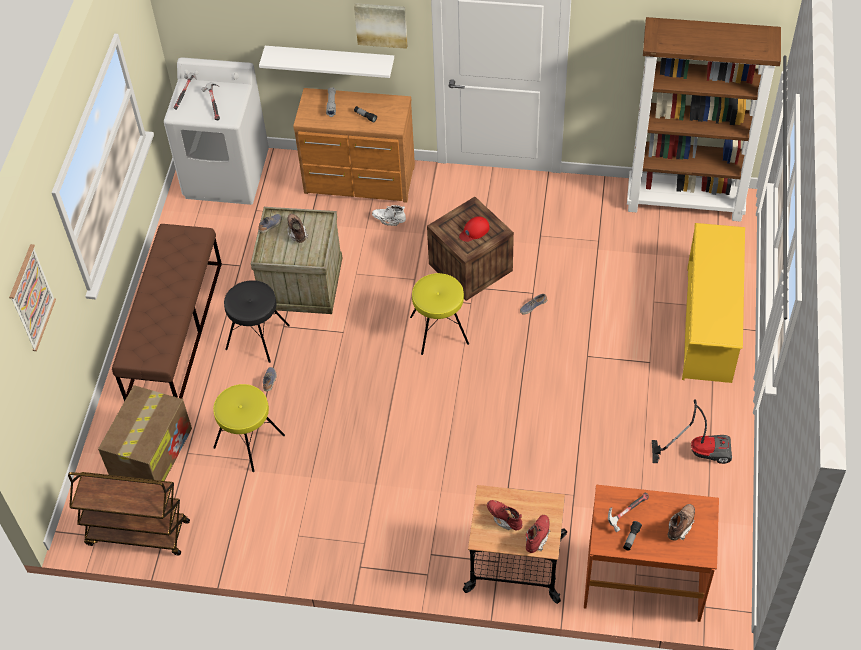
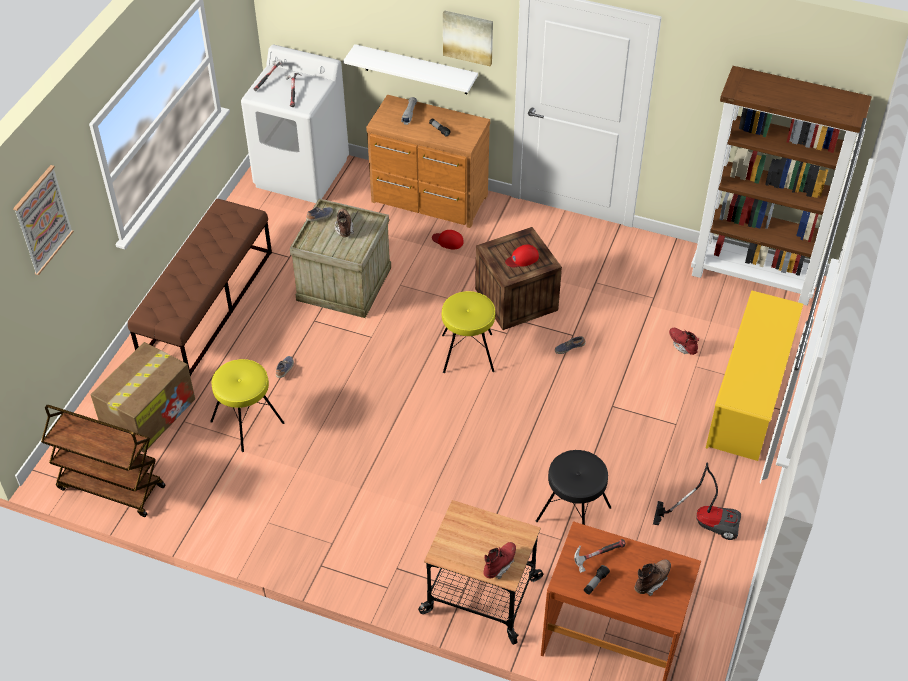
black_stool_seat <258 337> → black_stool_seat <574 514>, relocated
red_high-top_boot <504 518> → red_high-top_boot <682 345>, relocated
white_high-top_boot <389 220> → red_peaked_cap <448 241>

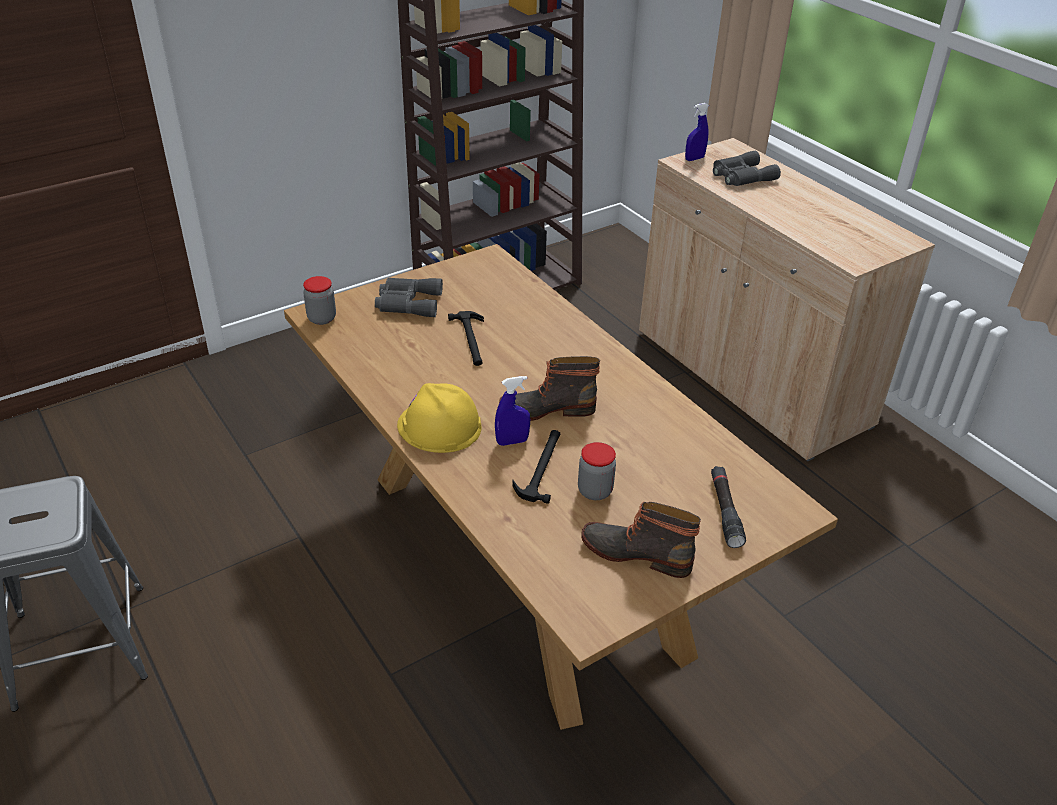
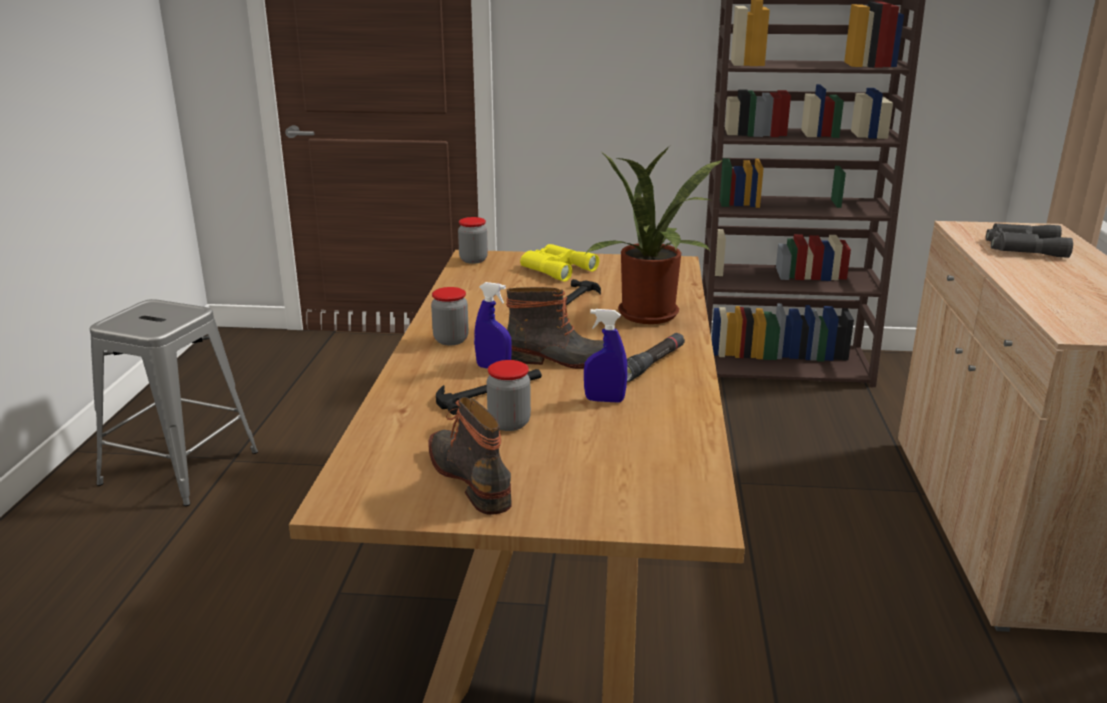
- → houseplant <652 317>
blue-coloured_spray_bottle <694 159> → blue-coloured_spray_bottle <604 400>, relocated
black_hand_torch <725 511> → black_hand_torch <652 364>, relocated
yellowish_work_helmet <439 426> → storage_jar <451 340>
grey_binoculars <407 302> → yellowish_binoculars <555 268>
high-top_boot <547 408> → high-top_boot <562 359>, 150 degrees clockwise

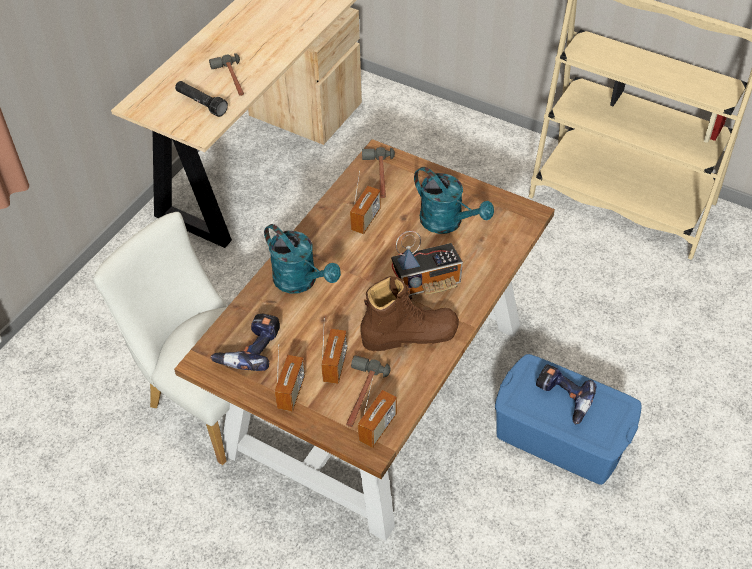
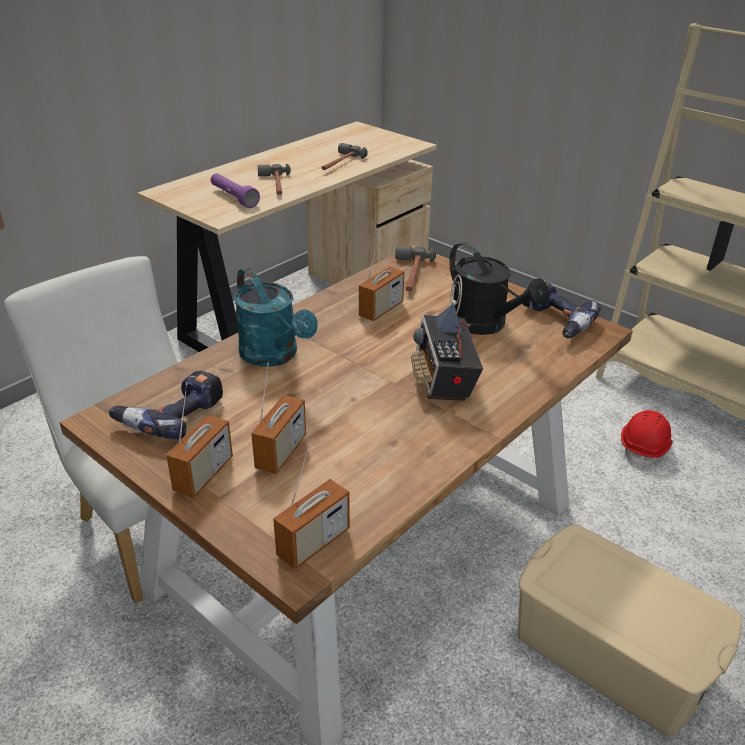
brownish_high-top_boot <409 334> → -
- → red_work_helmet <644 447>
tool_hammer <360 396> → tool_hammer <339 163>, relocated
drill <562 399> → drill <553 321>, relocated
black_hand_torch <201 104> → purple-coloured_hand_torch <234 198>
turquoise-coloured_watering_can <447 223> → black_watering_can <486 325>
blue-coloured_storage_container <561 435> → sand-coloured_storage_container <611 652>
radio_set <428 283> → radio_set <444 380>, 90 degrees clockwise

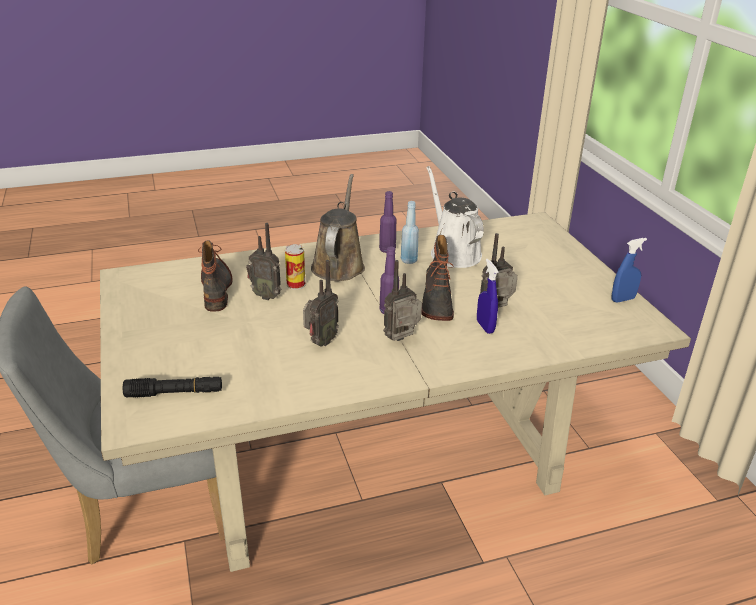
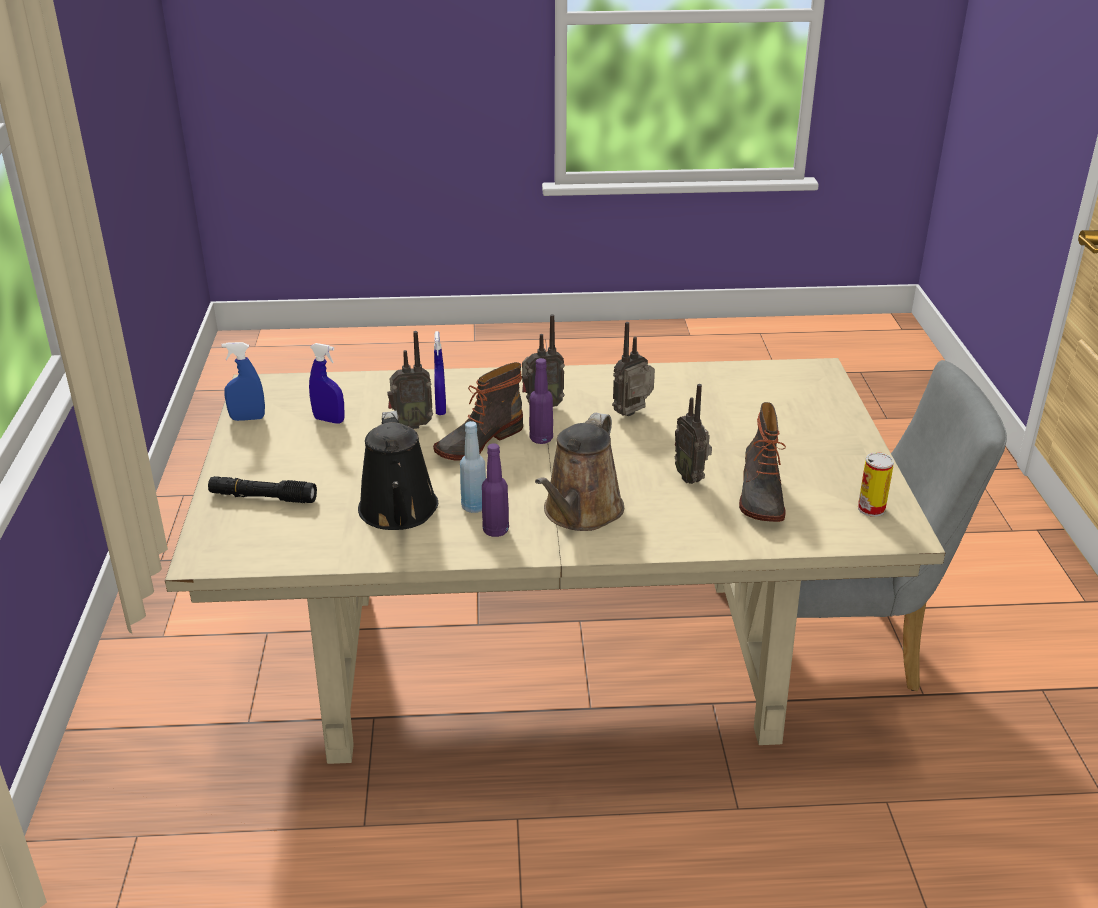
- → blue-coloured_spray_bottle <329 420>
black_hand_torch <174 393> → black_hand_torch <263 497>, relocated
can <296 284> → can <871 508>, relocated
white_watering_can <453 252> → black_watering_can <399 512>
radio_set <266 295> → radio_set <691 477>, 150 degrees counterclockwise
high-top_boot <436 303> → high-top_boot <478 441>, 150 degrees counterclockwise

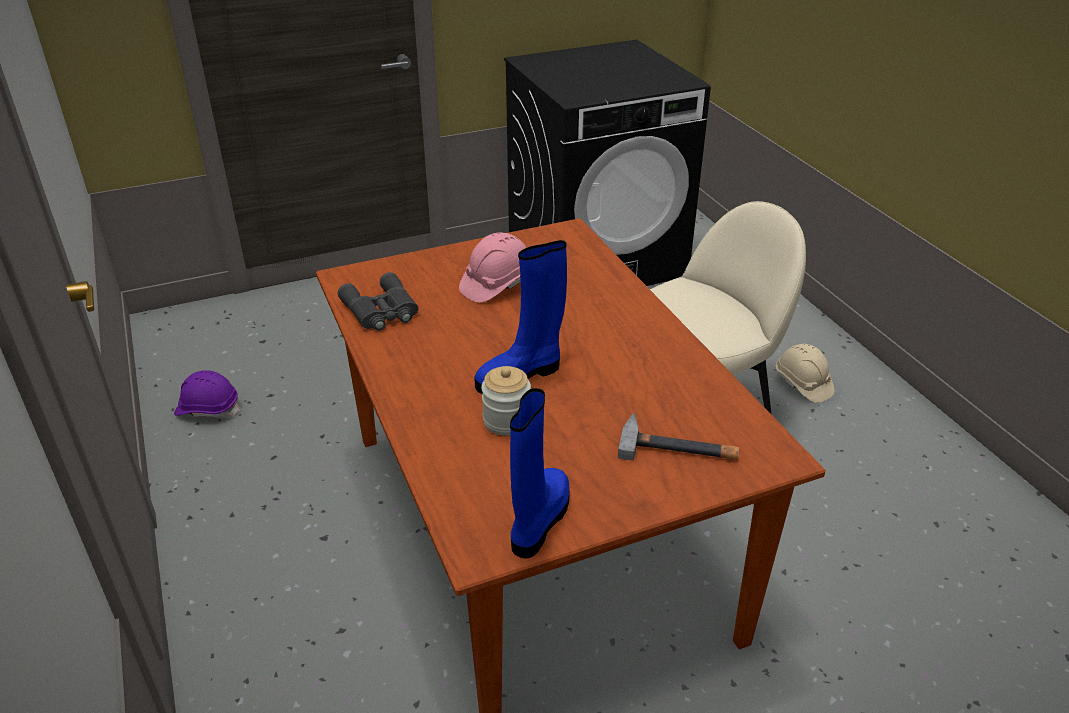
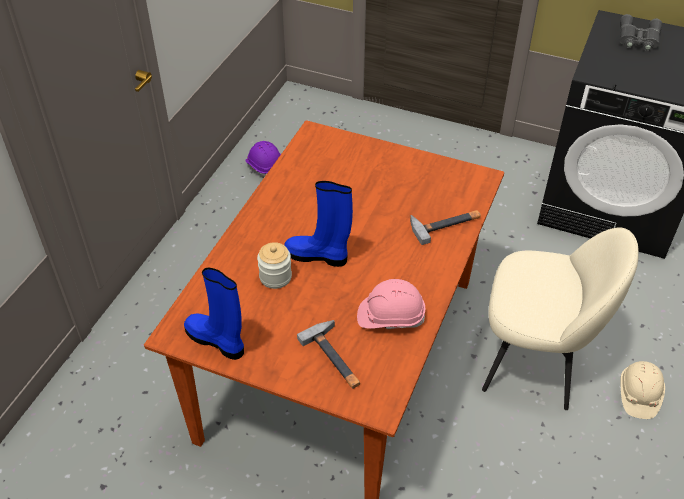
- → tool_hammer <445 224>
grey_binoculars <381 311> → grey_binoculars <638 39>, relocated
pink_work_helmet <497 284> → pink_work_helmet <390 316>, relocated
blue-coloured_high-top_boot <538 521> → blue-coloured_high-top_boot <217 341>, 120 degrees counterclockwise

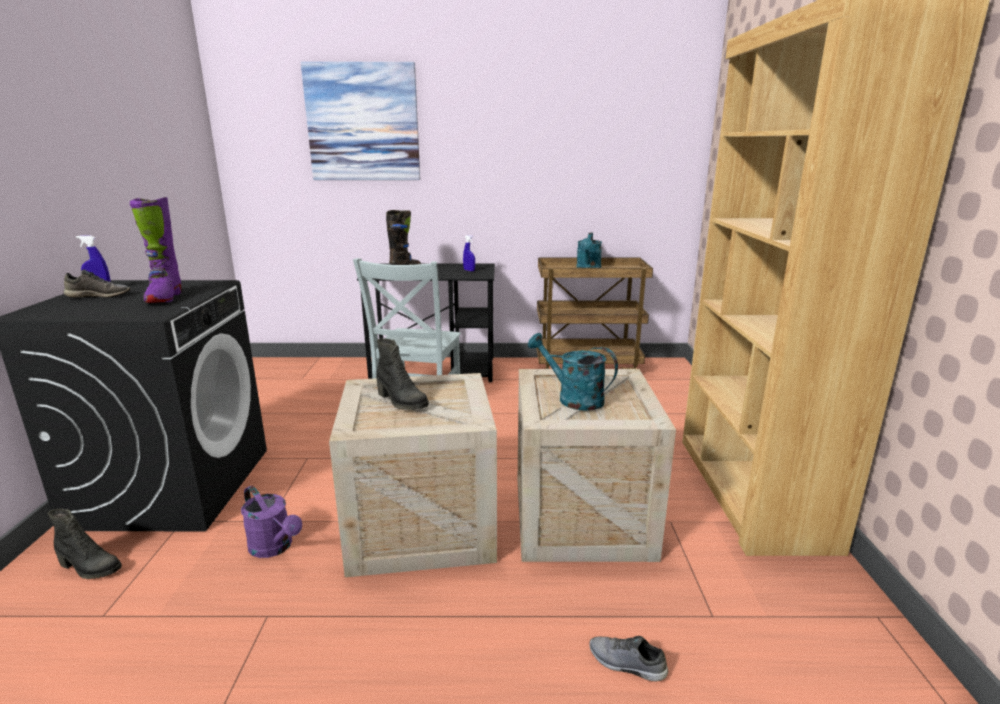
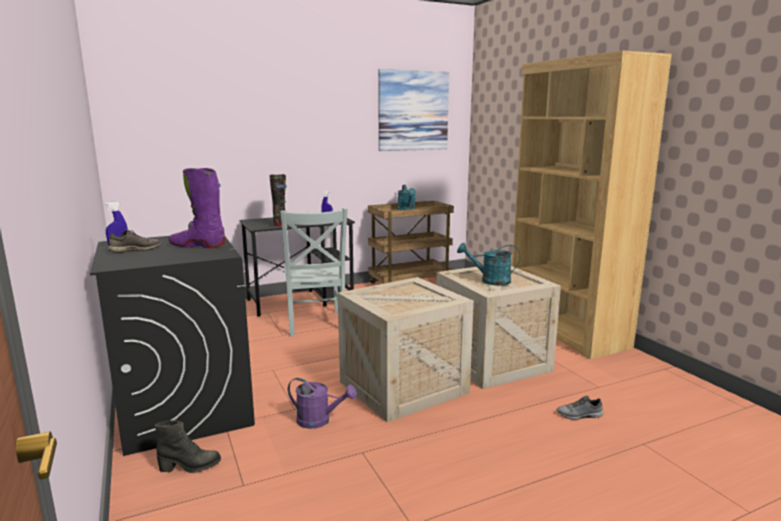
black_high-top_boot <401 401> → -
wall_art <363 123> → wall_art <413 110>, relocated
purple-coloured_high-top_boot <164 298> → purple-coloured_high-top_boot <198 245>, 135 degrees clockwise

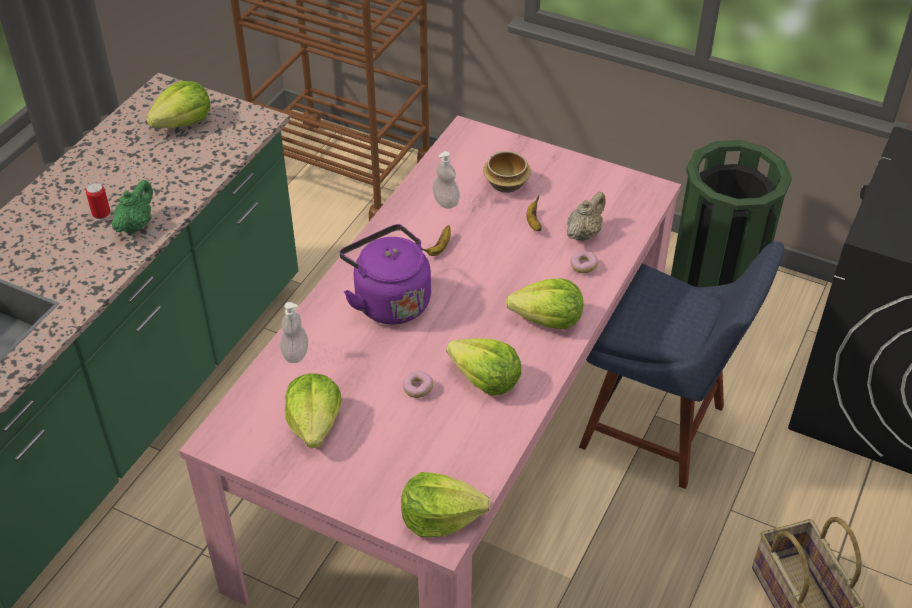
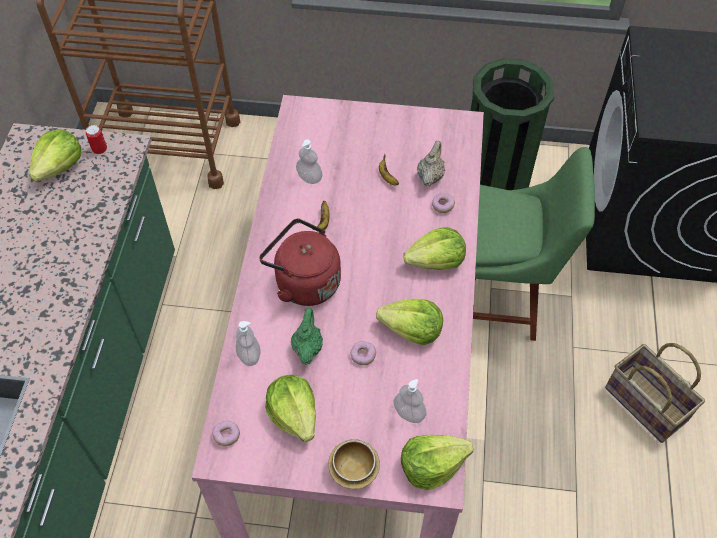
- → donut <227 435>
- → soap_bottle <409 413>
can <101 214> → can <100 150>, relocated
greenish_pot_for_tea <136 225> → greenish_pot_for_tea <307 347>, relocated
serving_bowl <507 184> → serving_bowl <354 470>, relocated
purple-coloured_tea_kettle <389 301> → red_tea_kettle <304 282>
blue-coloured_chair <660 429> → greenish_chair <499 298>

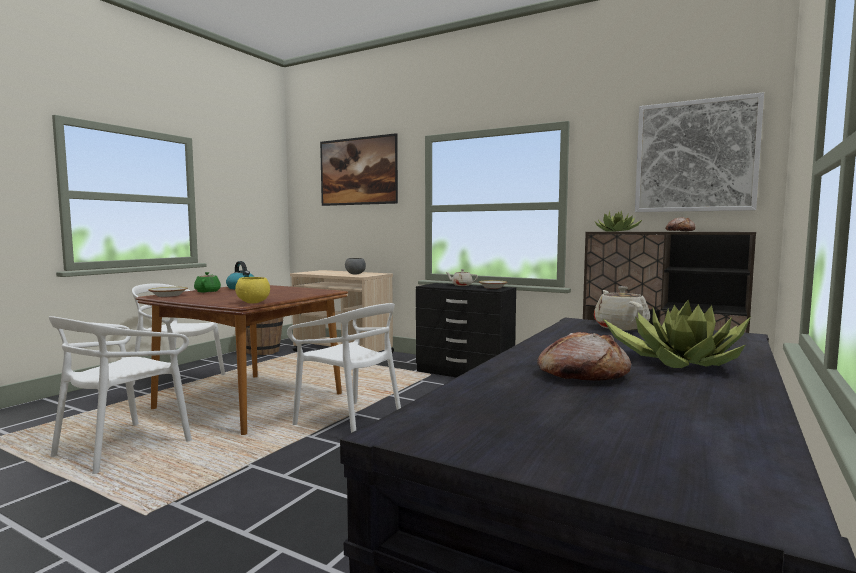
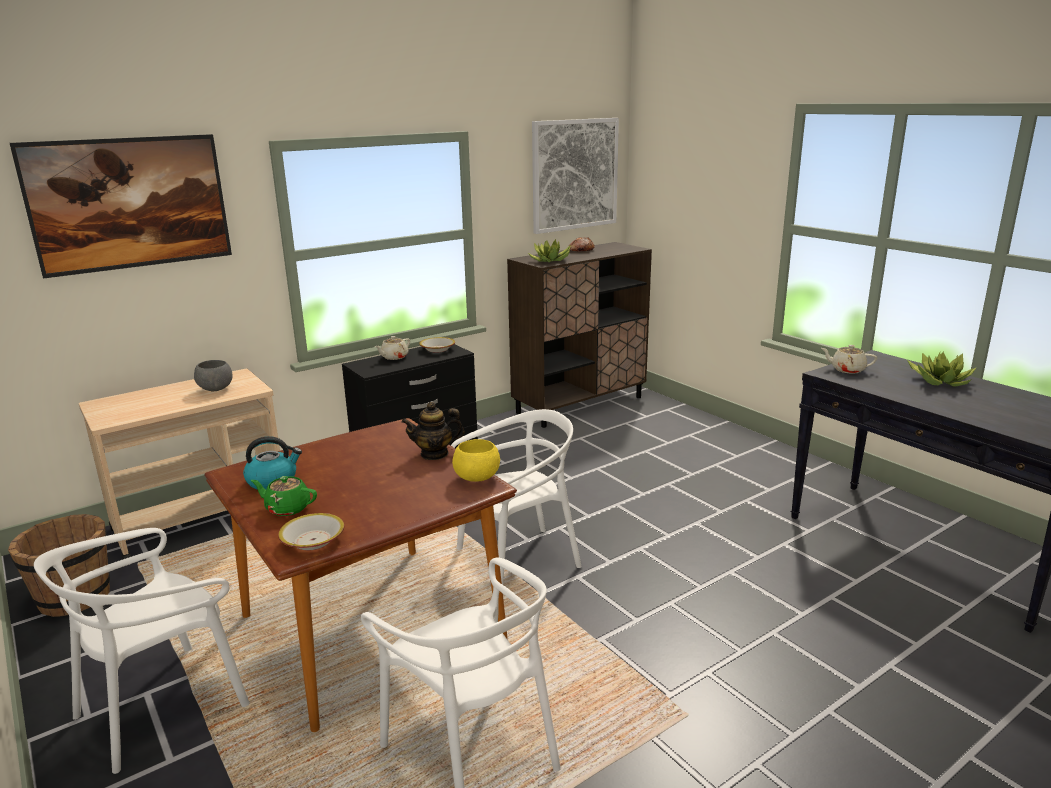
baked_bread <581 375> → -
- → pot_for_tea <434 454>

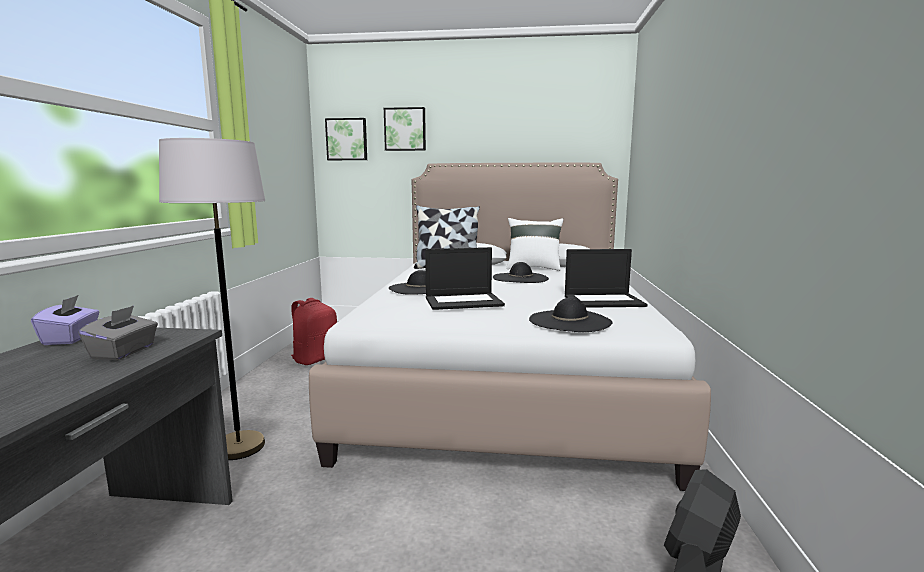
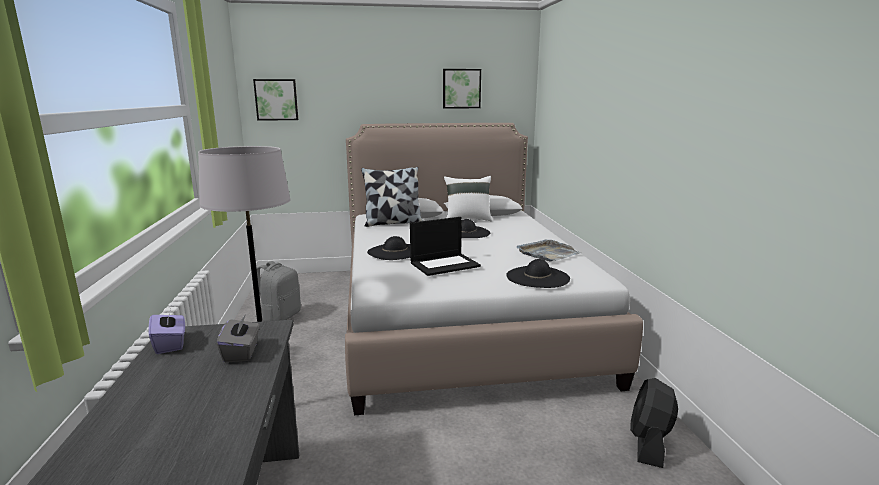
wall_art <405 129> → wall_art <461 88>, relocated
notebook_computer <604 301> → grey_serving_tray <547 253>
red_knapsack <315 359> → grey_knapsack <280 317>

